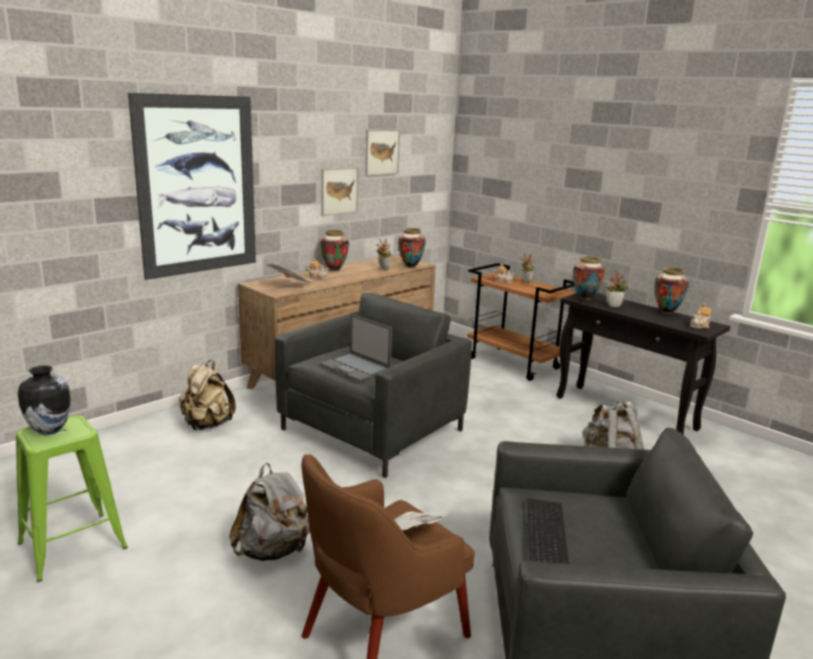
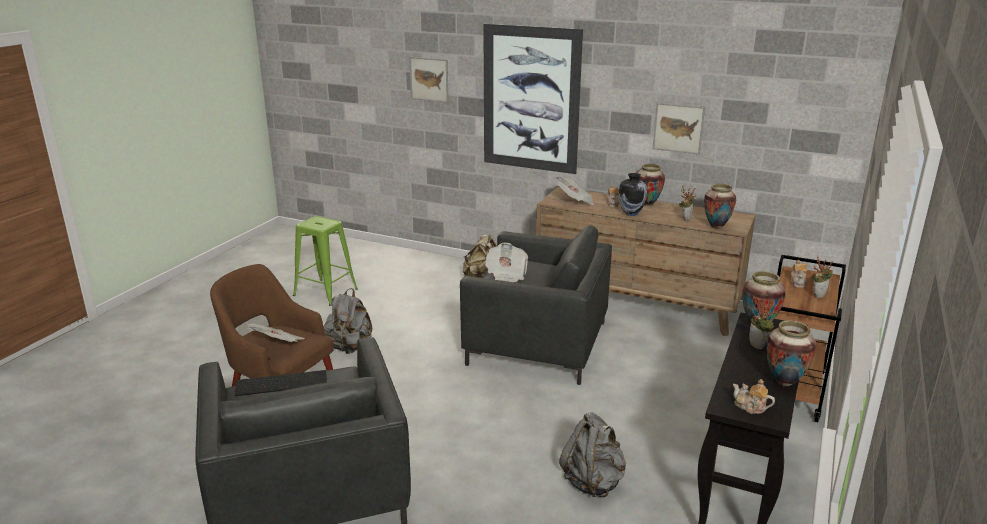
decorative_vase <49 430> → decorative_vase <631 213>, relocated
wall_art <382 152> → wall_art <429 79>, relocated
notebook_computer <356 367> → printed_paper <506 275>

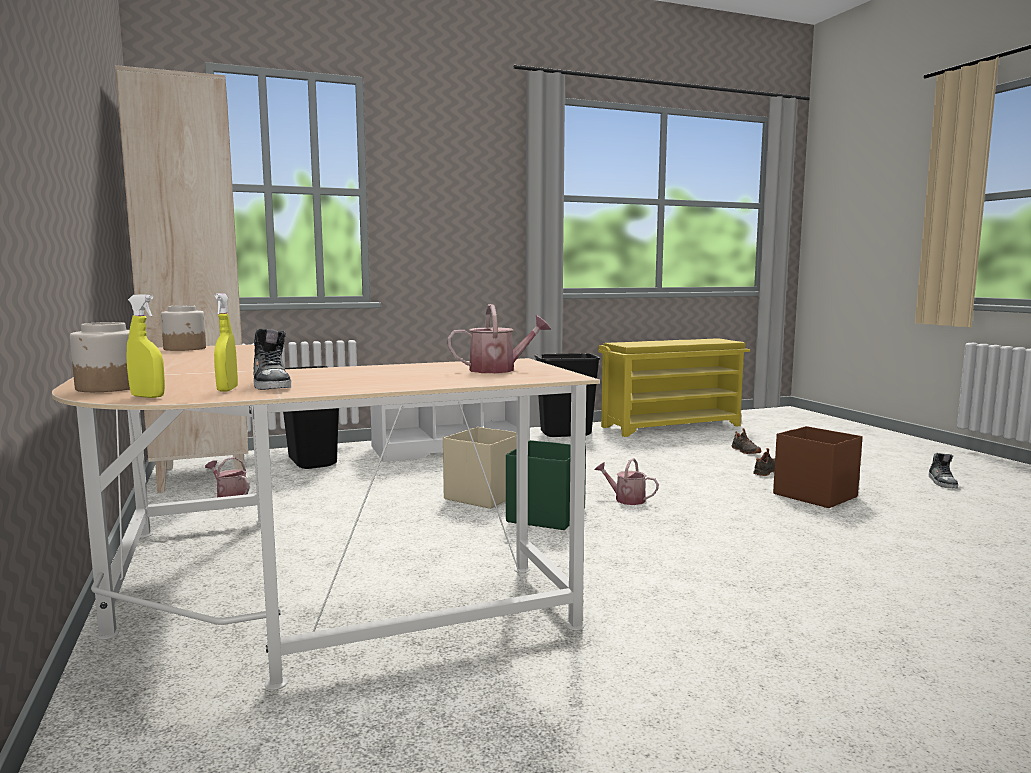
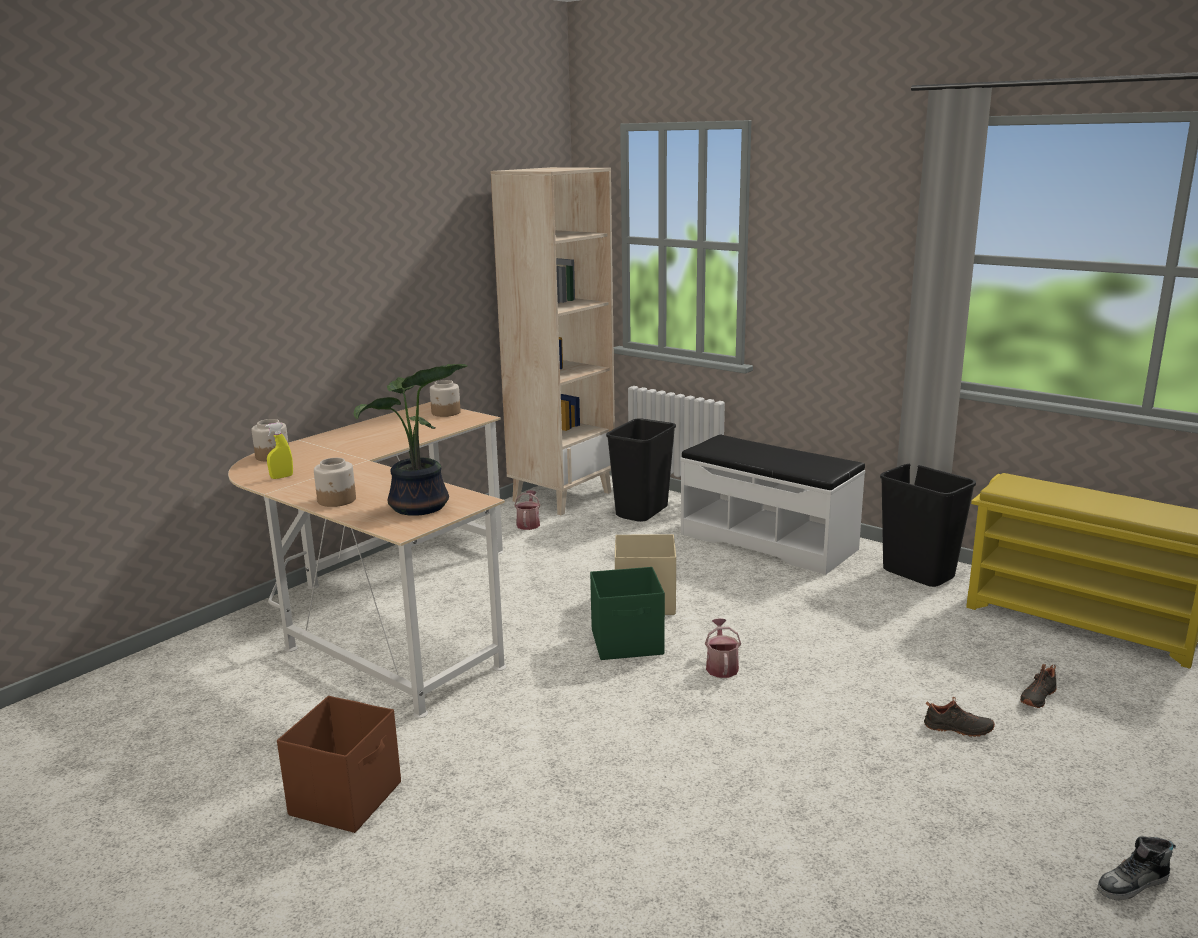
yellowish_spray_bottle <147 396> → -
low_shoe <271 385> → -
- → storage_jar <337 500>
brownish_storage_container <814 495> → brownish_storage_container <347 798>, relocated
watering_can <499 370> → houseplant <419 508>

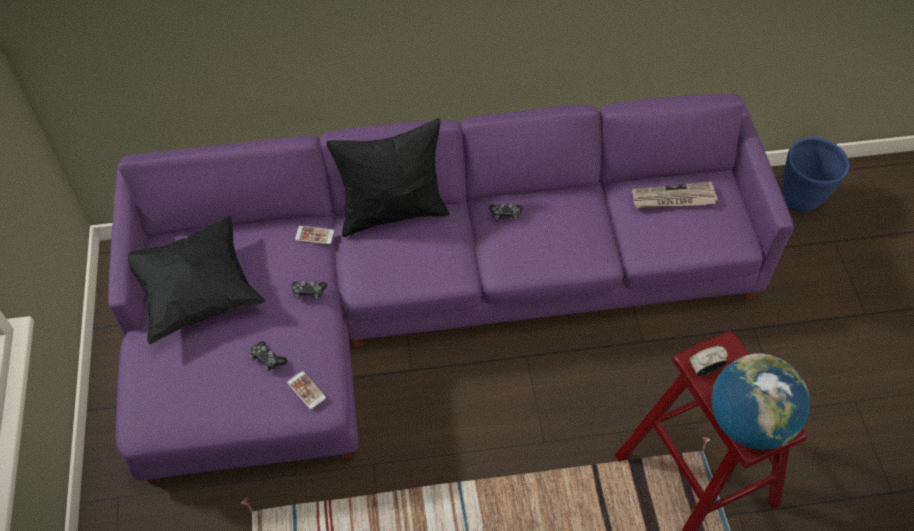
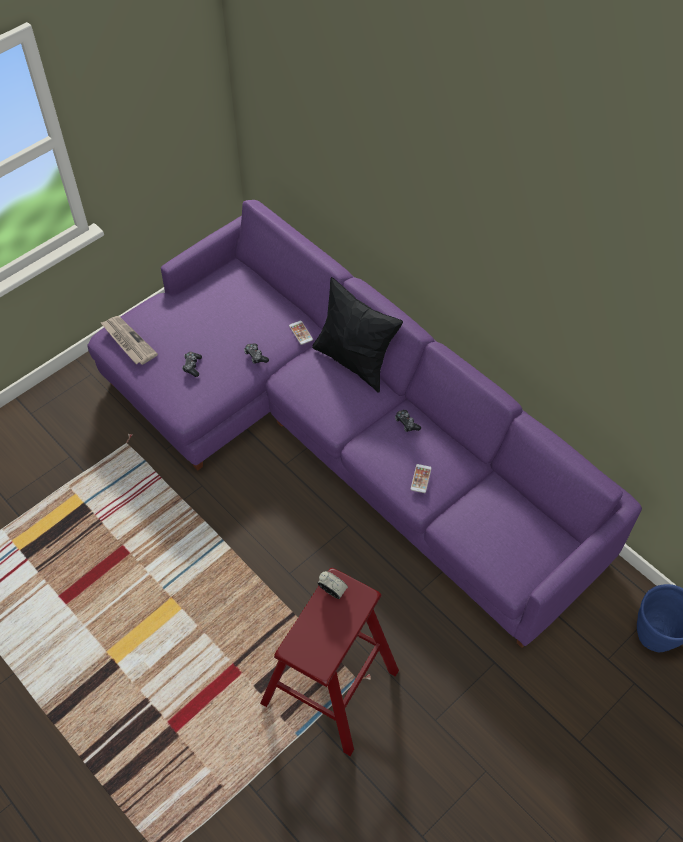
black_cushion <197 293> → -
desk_globe <748 422> → -
phone <306 390> → phone <421 478>, relocated
printed_paper <673 198> → printed_paper <128 341>, relocated

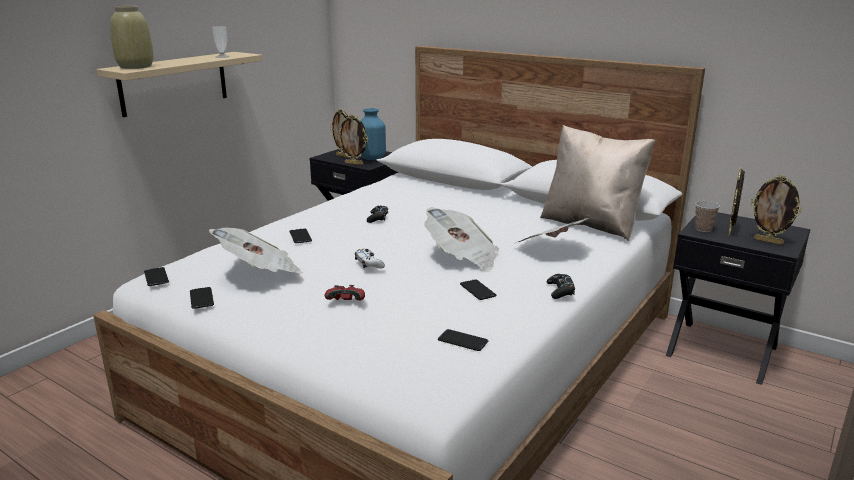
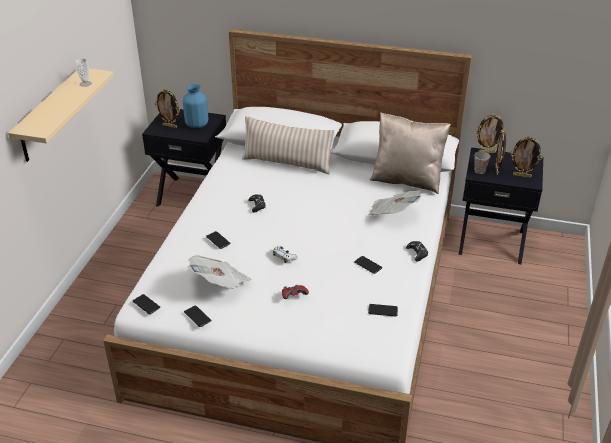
sand-coloured_decorative_vase <136 66> → -
printed_paper <462 257> → -
- → sand-coloured_cushion <287 163>
standing_frame <354 163> → standing_frame <486 152>, relocated

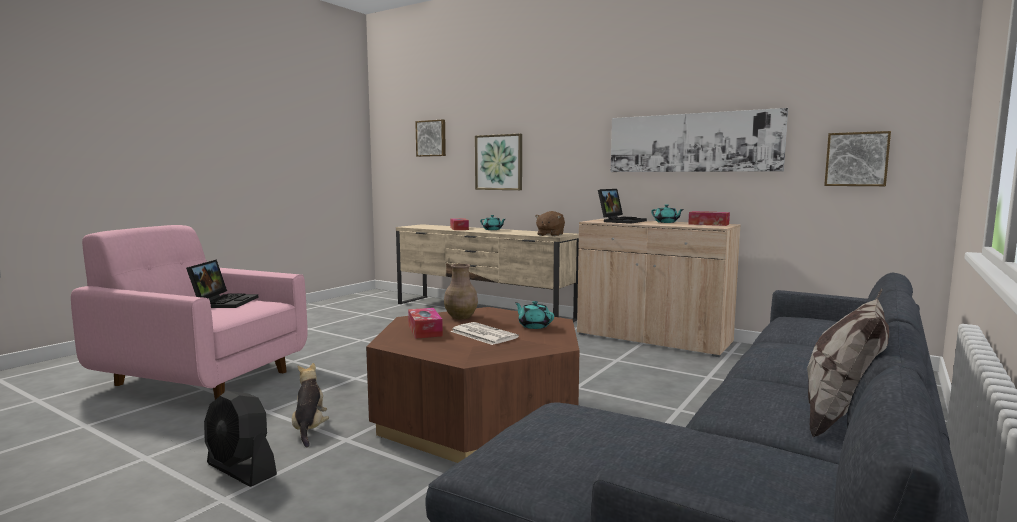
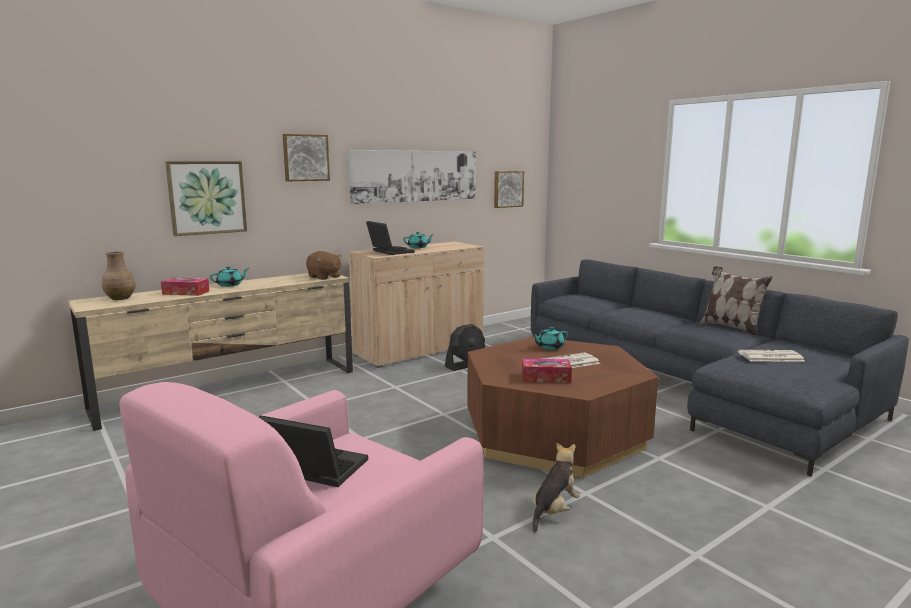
box_of_tissues <708 224> → -
- → printed_paper <770 357>
black_electric_fan <241 470> → black_electric_fan <466 365>, relocated
wall_art <431 138> → wall_art <305 157>, relocated
brownish_decorative_vase <461 317> → brownish_decorative_vase <121 298>, relocated
soft_toy <310 429> → soft_toy <554 511>, 120 degrees clockwise

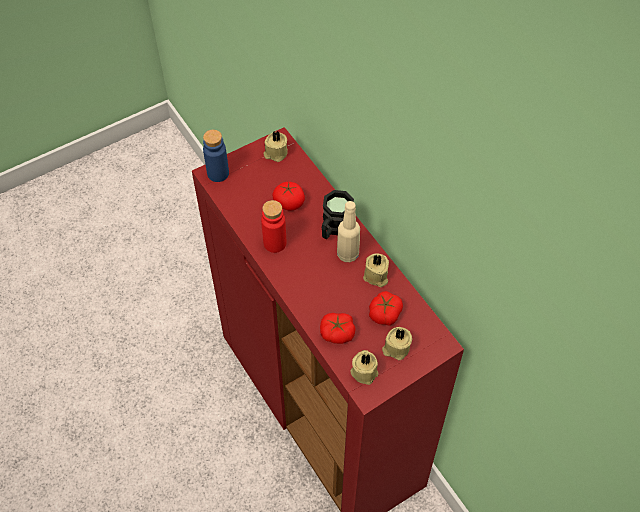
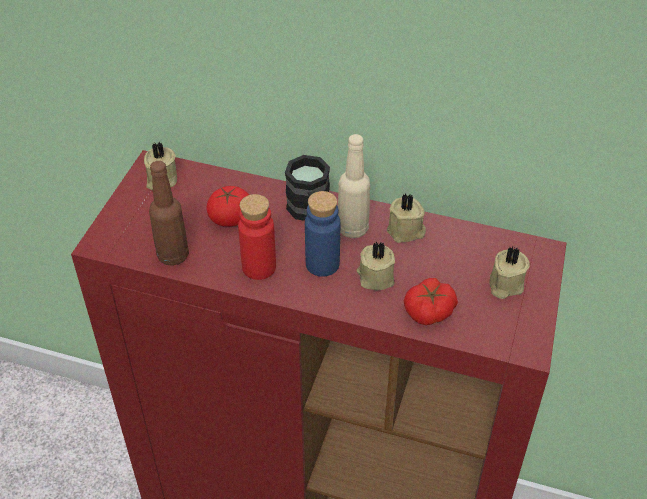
fresh_tomato <384 313> → -
- → brownish_beverage_bottle <173 256>
blue-coloured_beverage_bottle <218 173> → blue-coloured_beverage_bottle <322 264>, relocated
sand-coloured_wax_candle <364 371> → sand-coloured_wax_candle <375 277>, relocated

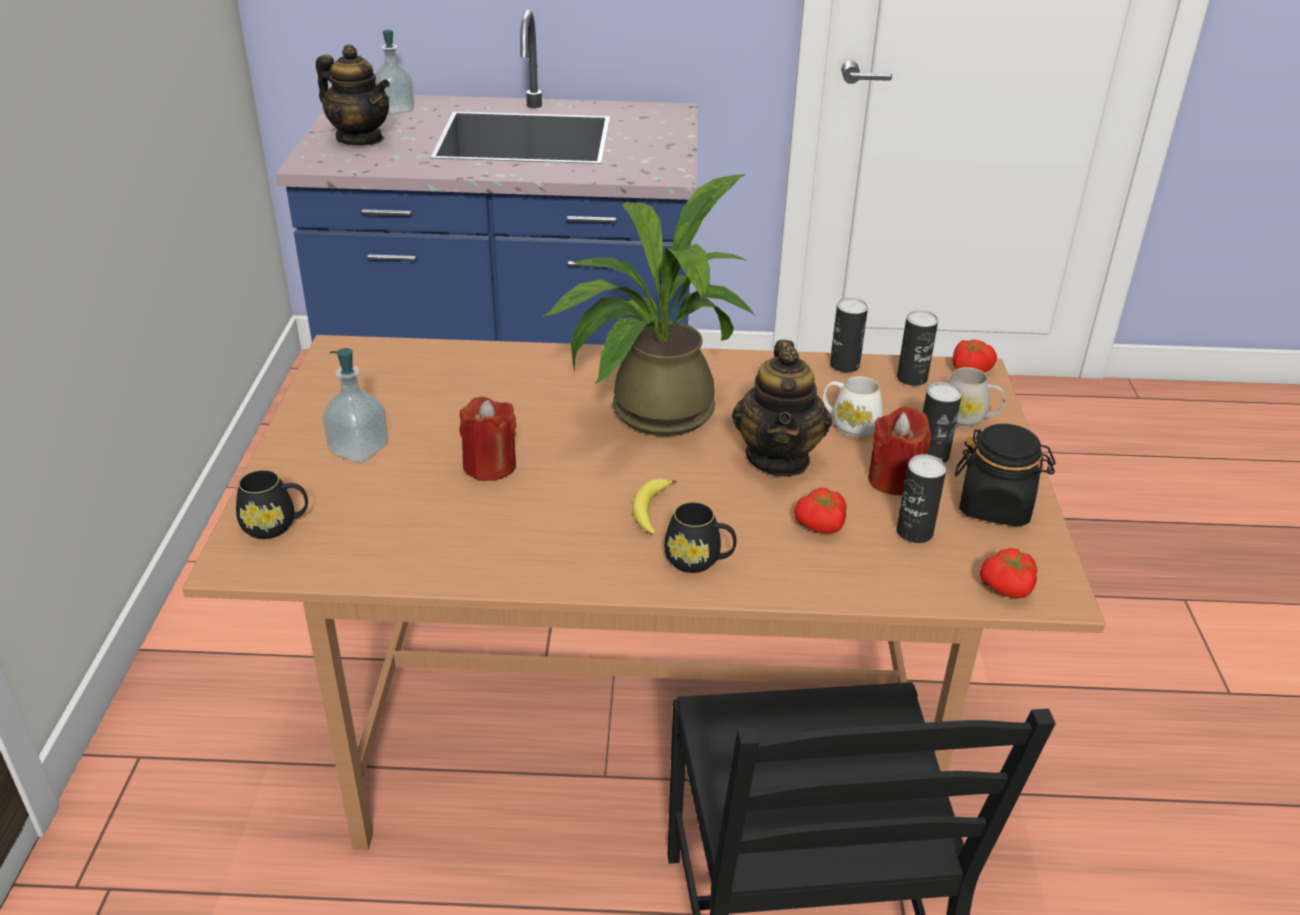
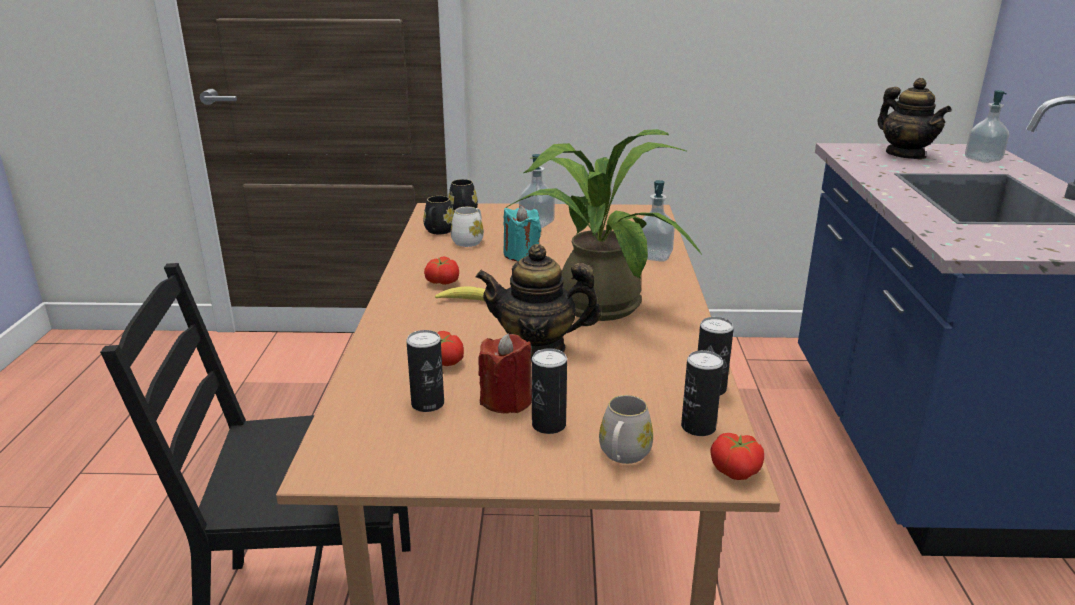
black_storage_jar <995 506> → -
- → soap_bottle <654 256>
black_mug <699 561> → black_mug <438 231>, relocated
white_mug <849 425> → white_mug <469 241>, relocated
fresh_tomato <1008 588> → fresh_tomato <442 282>, relocated
red_wax_candle <489 466> → turquoise-coloured_wax_candle <521 255>
pot_for_tea <360 139> → pot_for_tea <905 155>, 60 degrees counterclockwise

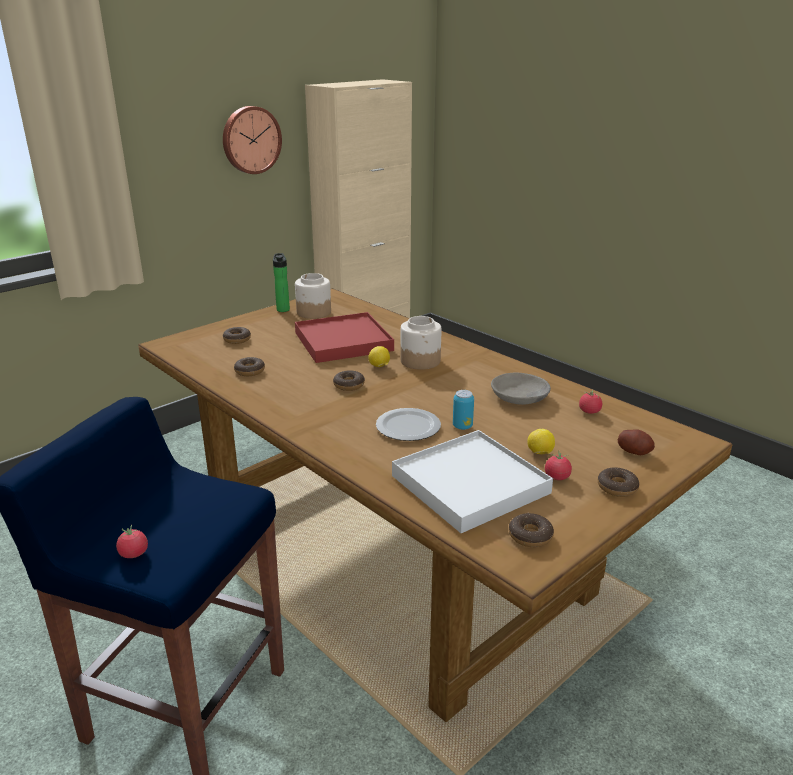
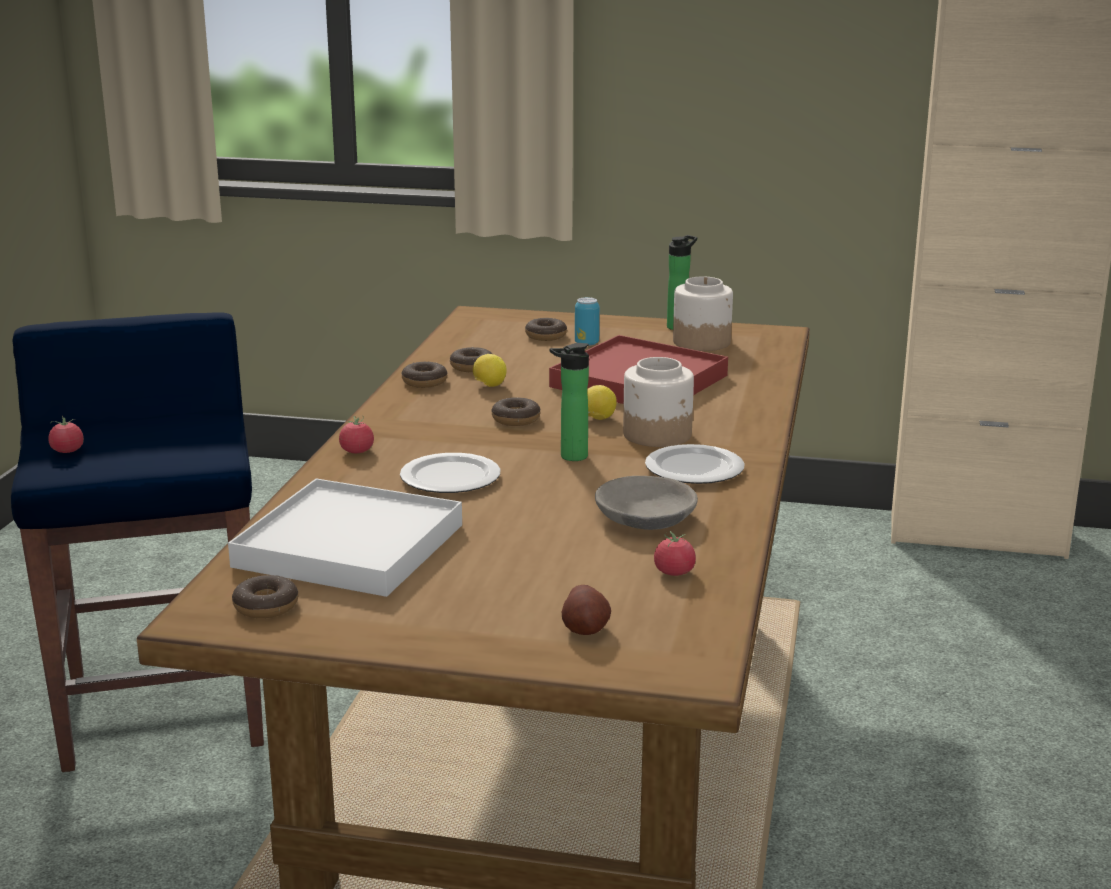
clock_on_the_wall <250 140> → -
- → beverage_bottle <570 457>
- → flat_dish <696 469>
can <462 426> → can <586 343>, relocated
lemon <540 453> → lemon <489 386>, relocated
fresh_tomato <557 477> → fresh_tomato <357 451>, relocated
donut <617 487> → donut <424 382>, relocated

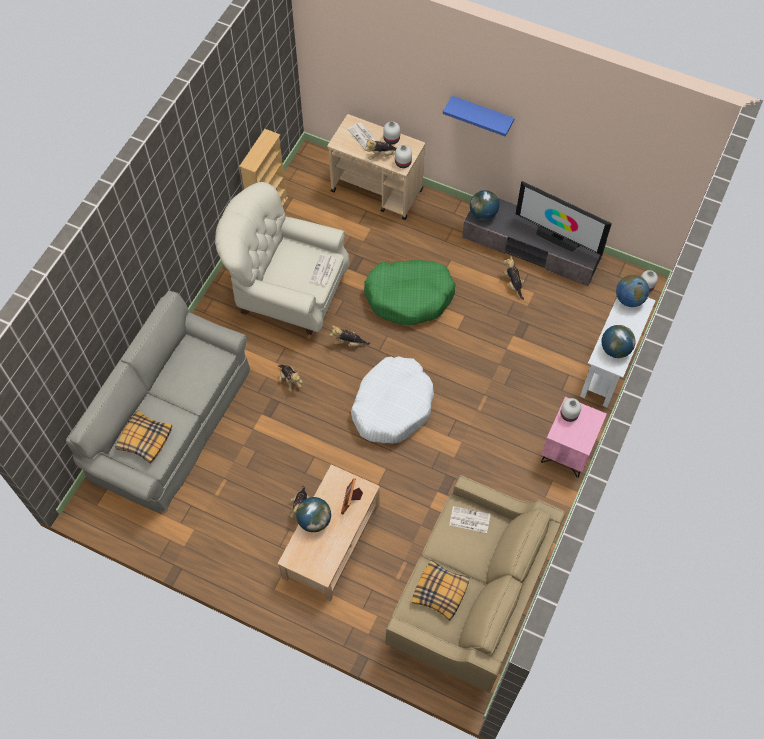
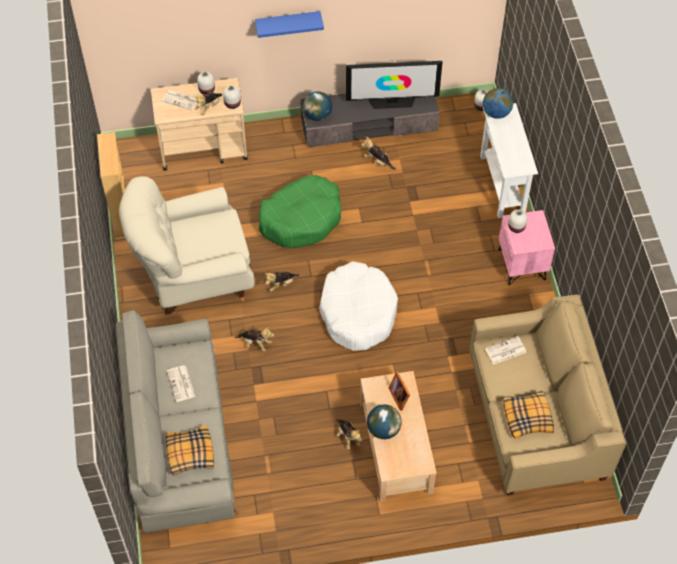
desk_globe <615 349> → -
printed_paper <323 271> → printed_paper <181 384>, relocated

